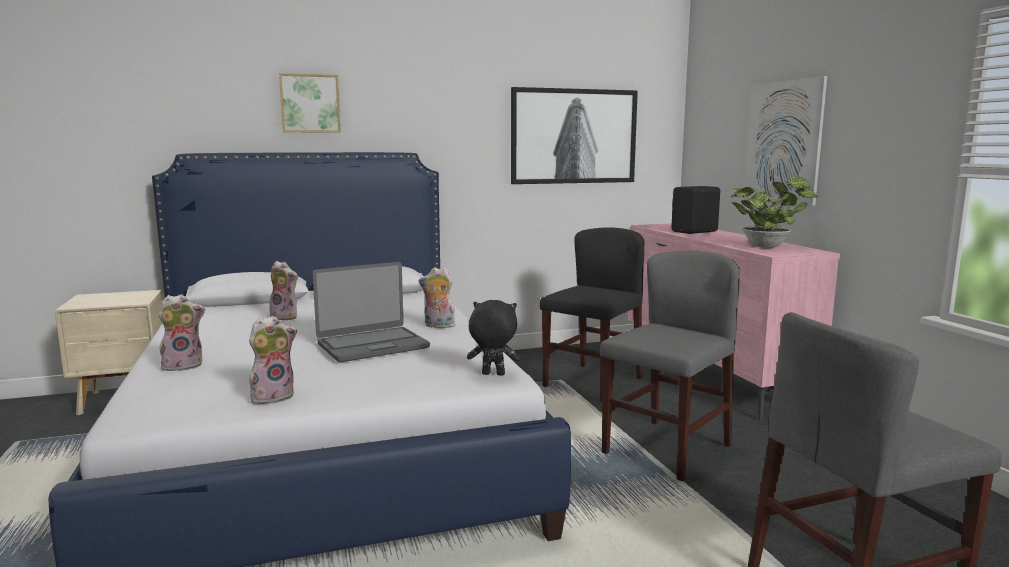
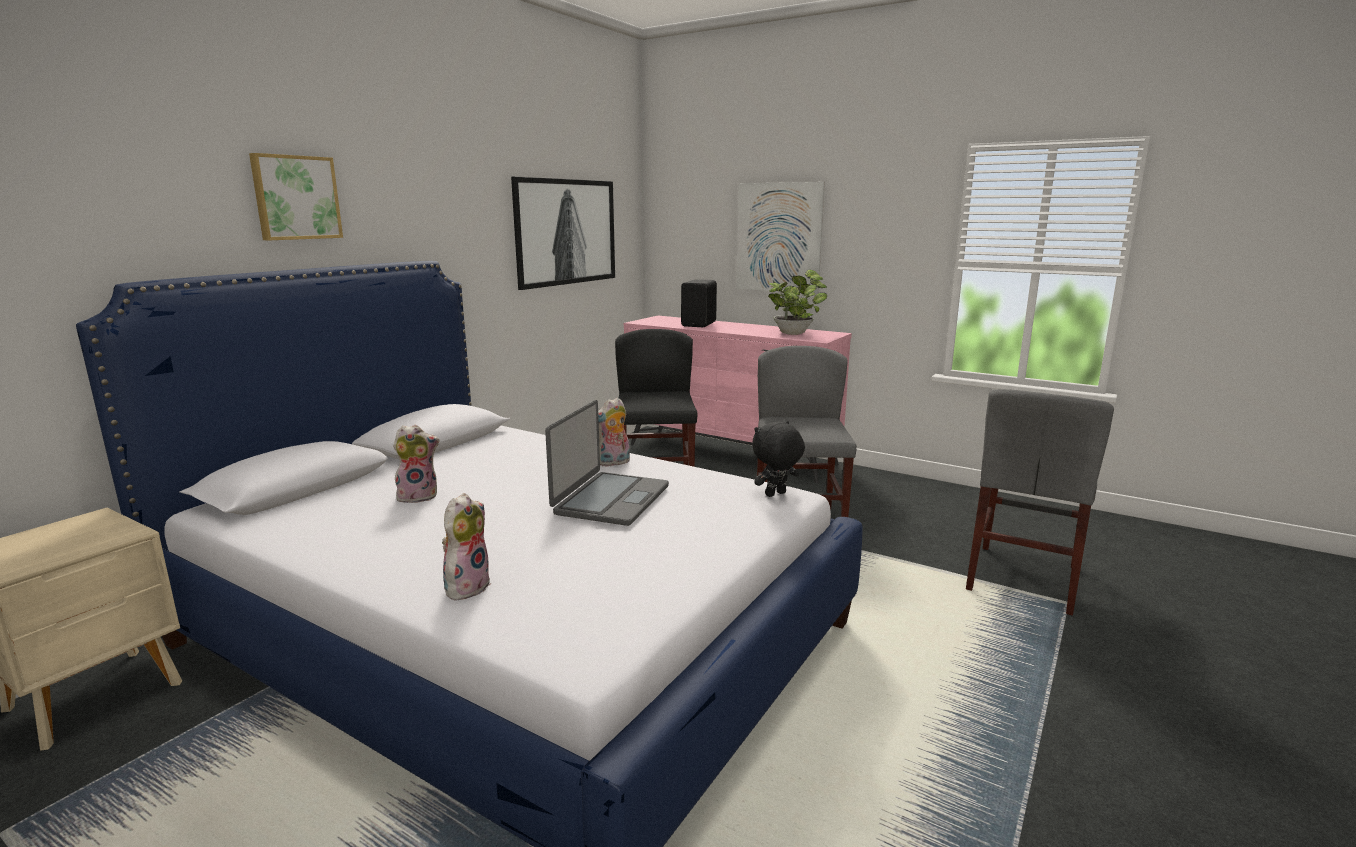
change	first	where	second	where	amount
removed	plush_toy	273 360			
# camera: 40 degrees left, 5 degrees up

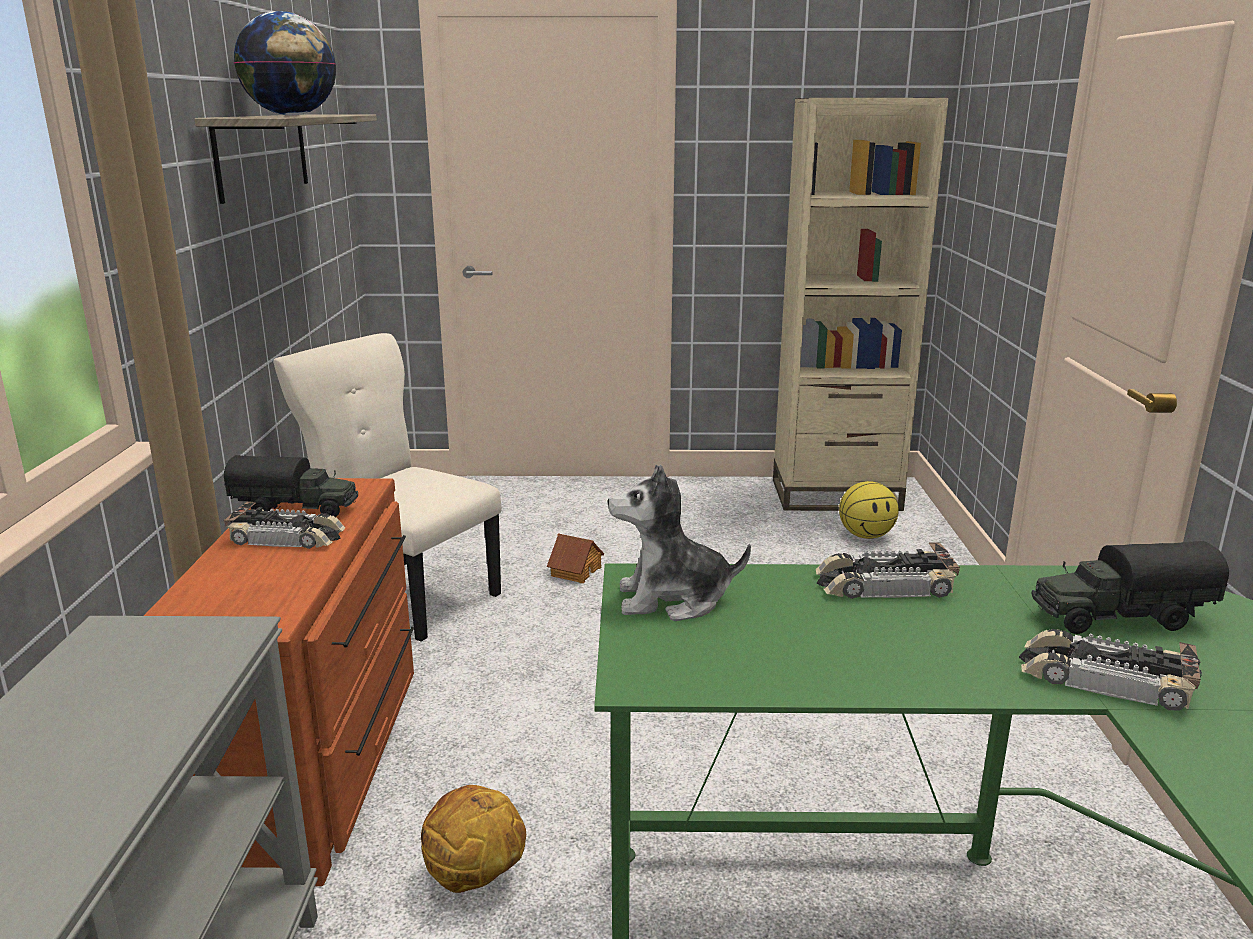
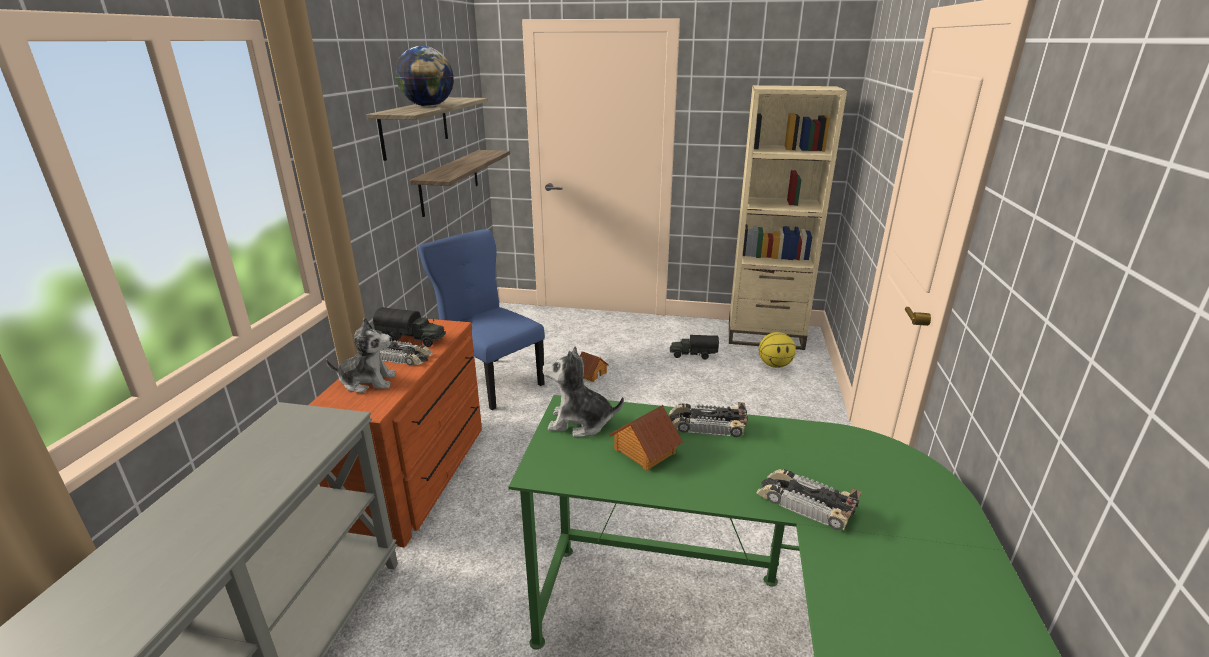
change	first	where	second	where	amount
recoloured	beige_chair	387 487	blue_chair	481 319	
moved	toy_truck	1130 587		694 347	
removed	basketball	473 839			
added			shelf	460 183	
added			plush_toy	361 355	
added			toy_house	646 438	
# camera: 10 degrees right, 5 degrees up

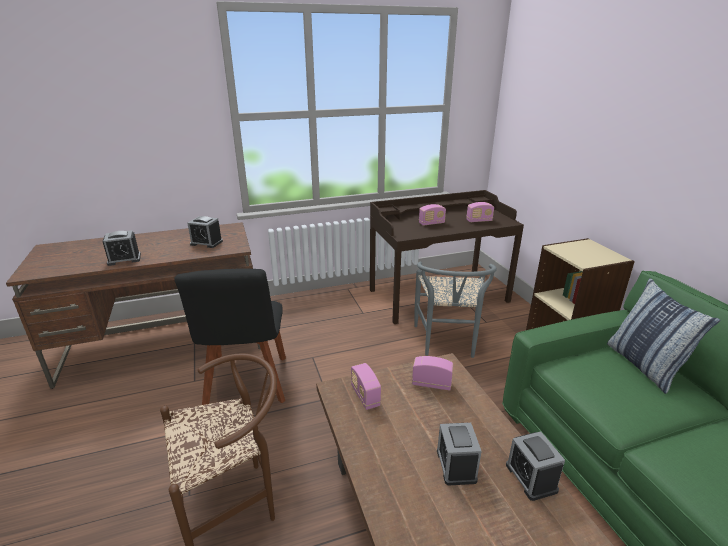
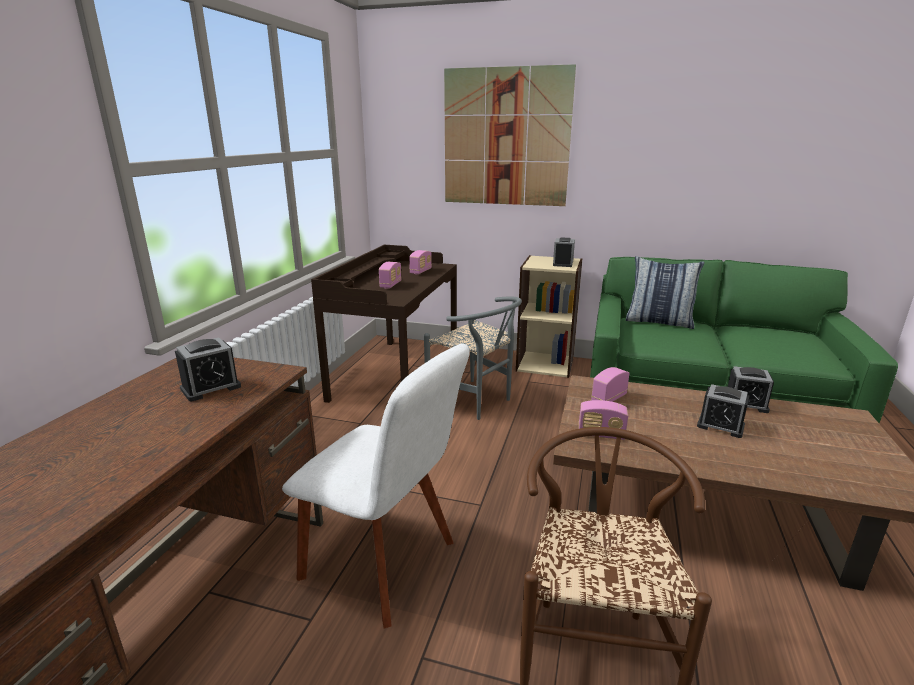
change	first	where	second	where	amount
moved	alarm_clock	121 248		564 252	
recoloured	black_chair	230 336	white_chair	376 485	
added			picture	510 135	
# camera: 55 degrees left, 5 degrees down

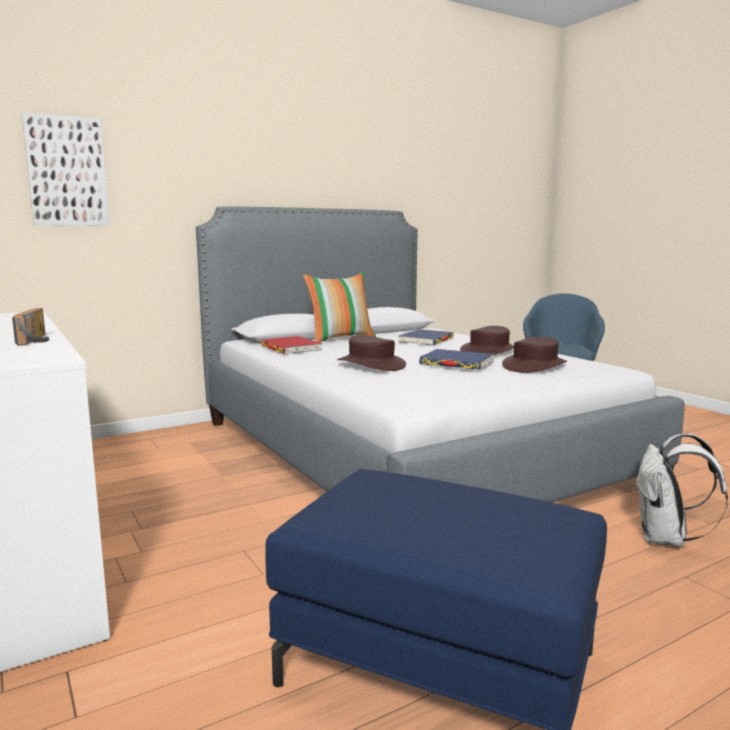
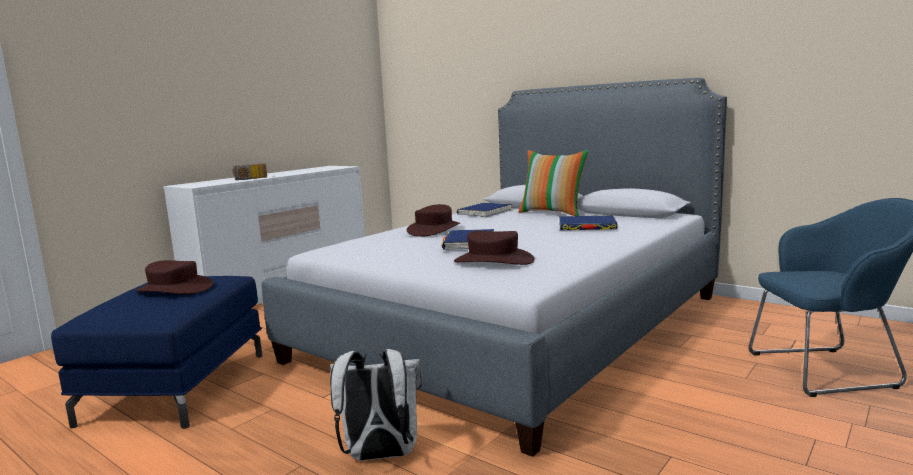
change	first	where	second	where	amount
removed	picture	66 169			
moved	brown_hat	487 340		174 277	
recoloured	red_book	291 345	blue_book	484 210	
# camera: 70 degrees right, 0 degrees up

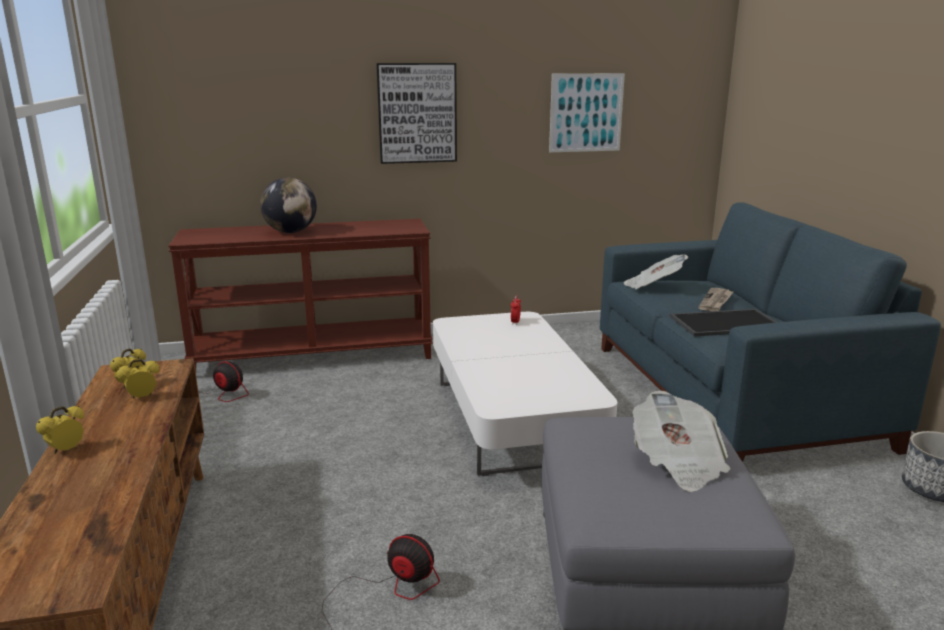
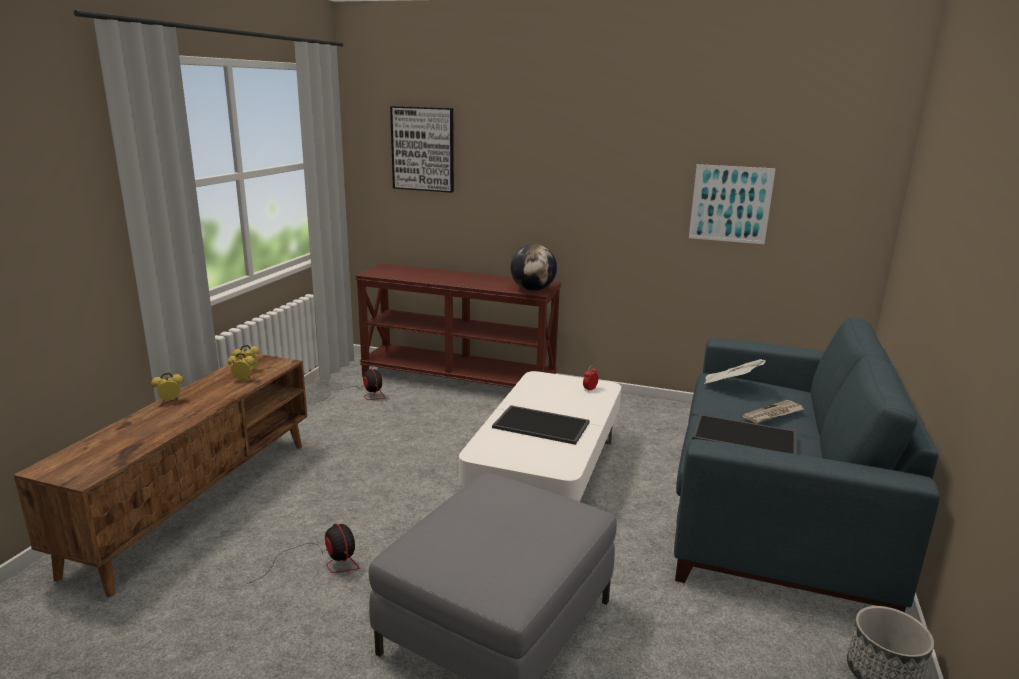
change	first	where	second	where	amount
moved	picture	416 113		422 149	
moved	globe	288 205		533 267	
removed	newspaper	681 441			
added			tray	541 425	
# camera: 30 degrees right, 0 degrees up

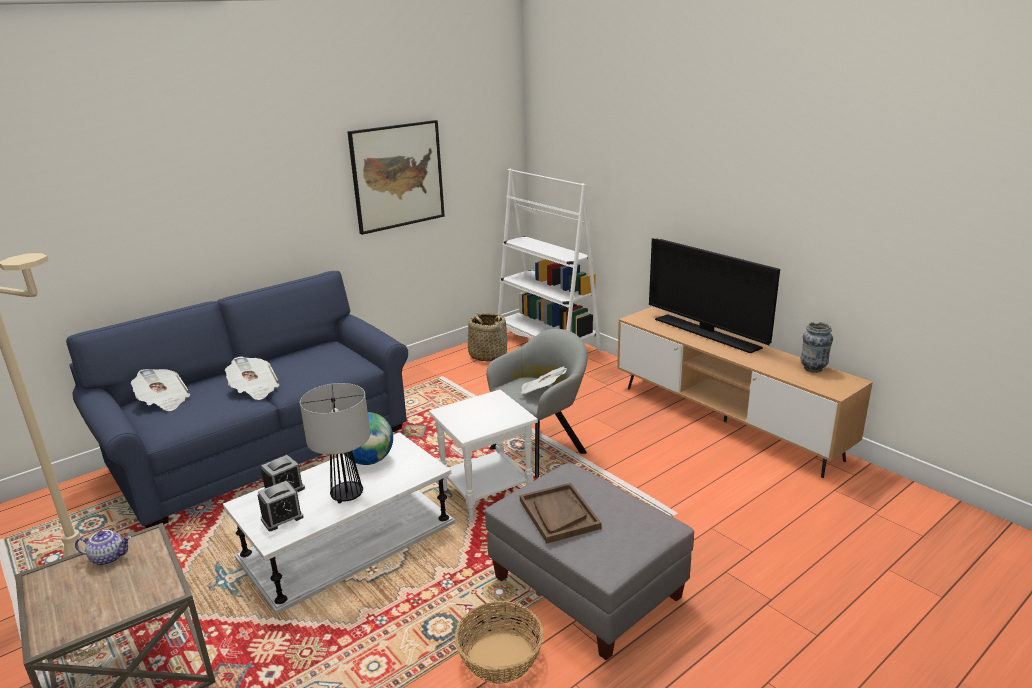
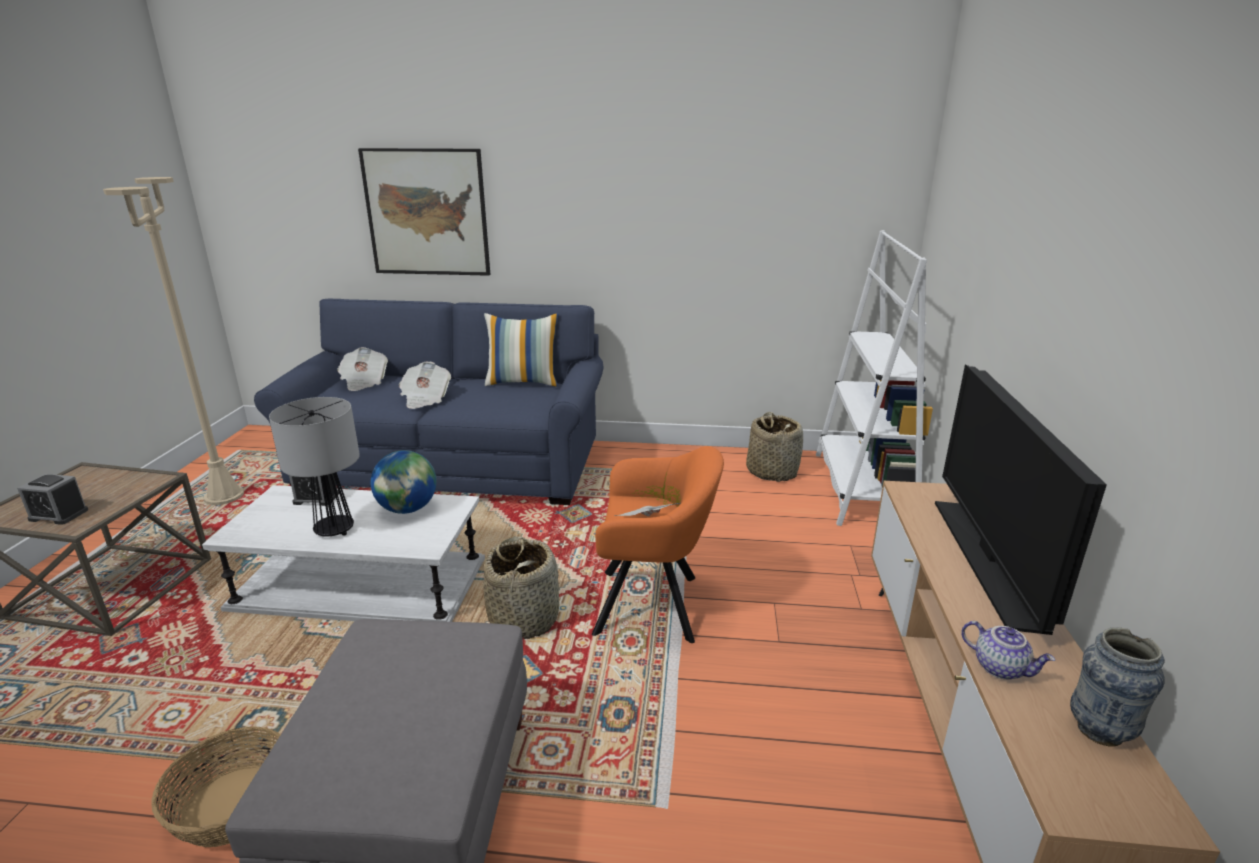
change	first	where	second	where	amount
moved	picture	396 177		424 212	
recoloured	grey_armchair	537 403	orange_armchair	658 544	
replaced	white_side_table	483 455	basket	521 587	
moved	alarm_clock	281 506		52 499	
removed	brown_tray	561 513			
moved	teapot	103 548		1008 650	
added			pillow	521 350	
# camera: 45 degrees right, 0 degrees up

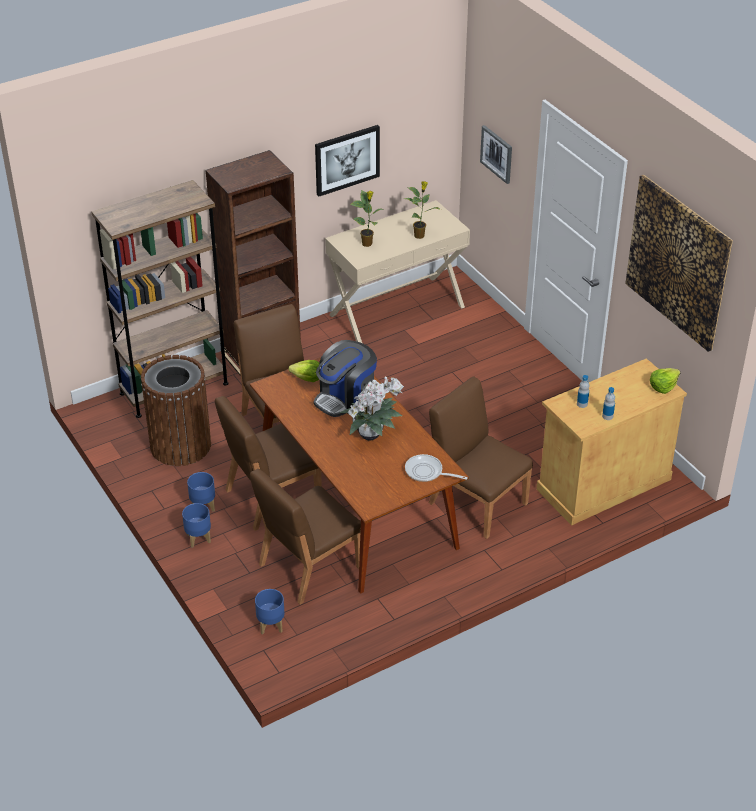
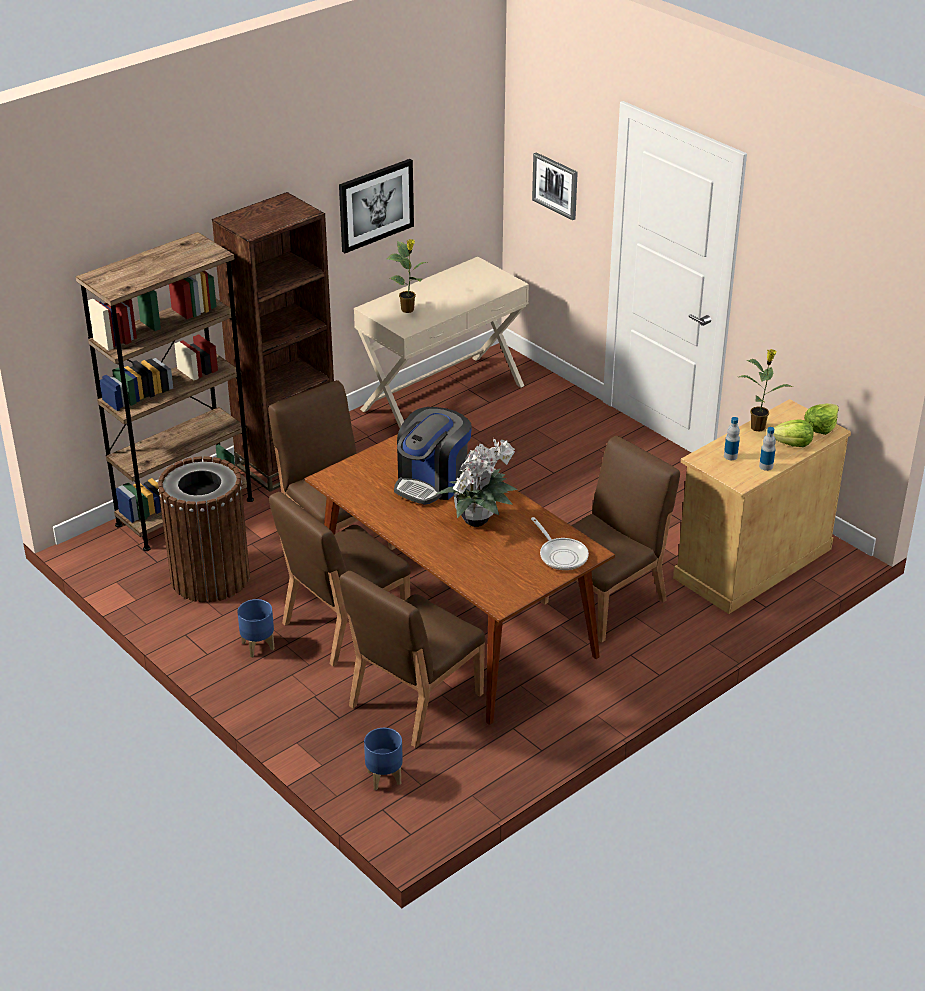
change	first	where	second	where	amount
removed	picture	679 263			
moved	potted_plant	423 210		766 390	
moved	lettuce	304 371		793 433	
turned	brown_chair	481 457		610 539	105 degrees clockwise
turned	frying_pan	436 468		560 543	135 degrees counterclockwise
removed	blue_planter	196 525			
# camera: 10 degrees left, 5 degrees down

